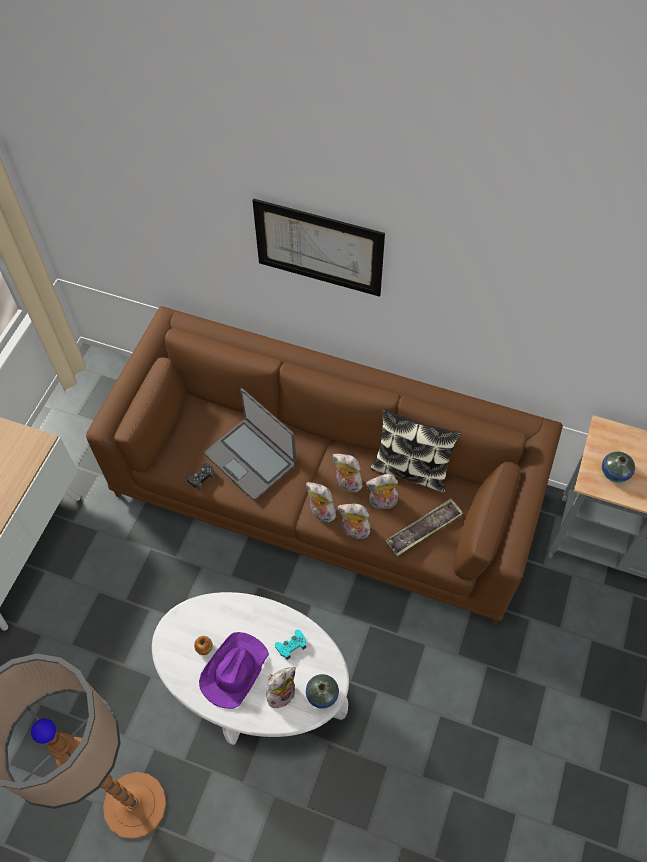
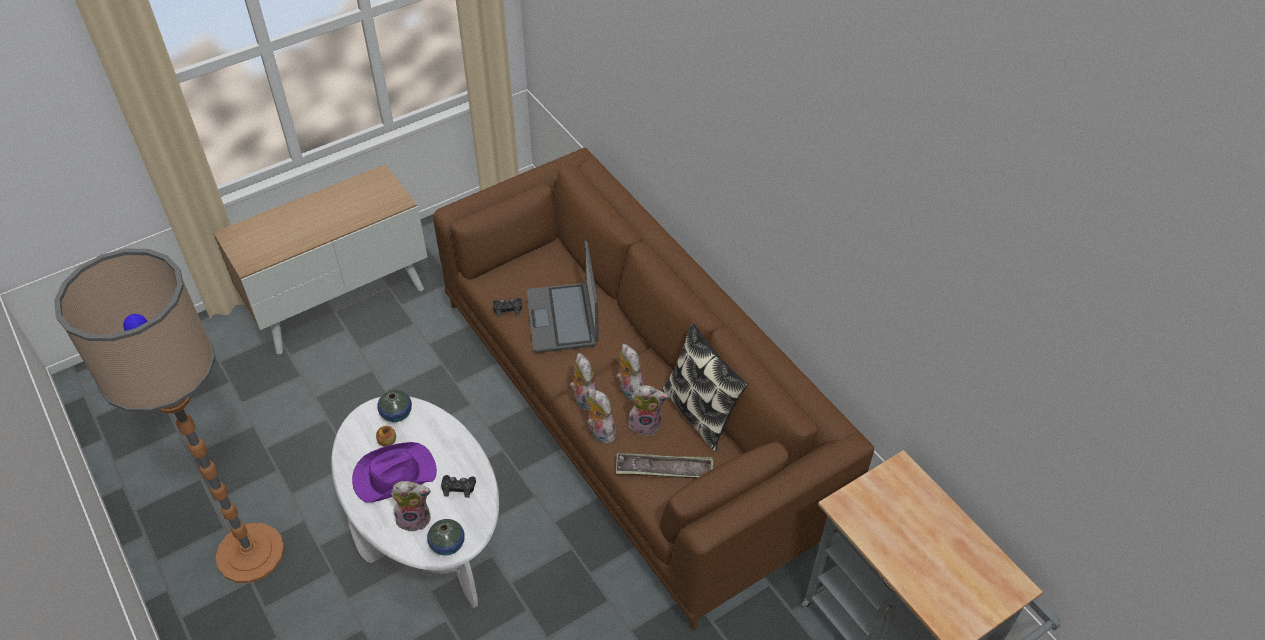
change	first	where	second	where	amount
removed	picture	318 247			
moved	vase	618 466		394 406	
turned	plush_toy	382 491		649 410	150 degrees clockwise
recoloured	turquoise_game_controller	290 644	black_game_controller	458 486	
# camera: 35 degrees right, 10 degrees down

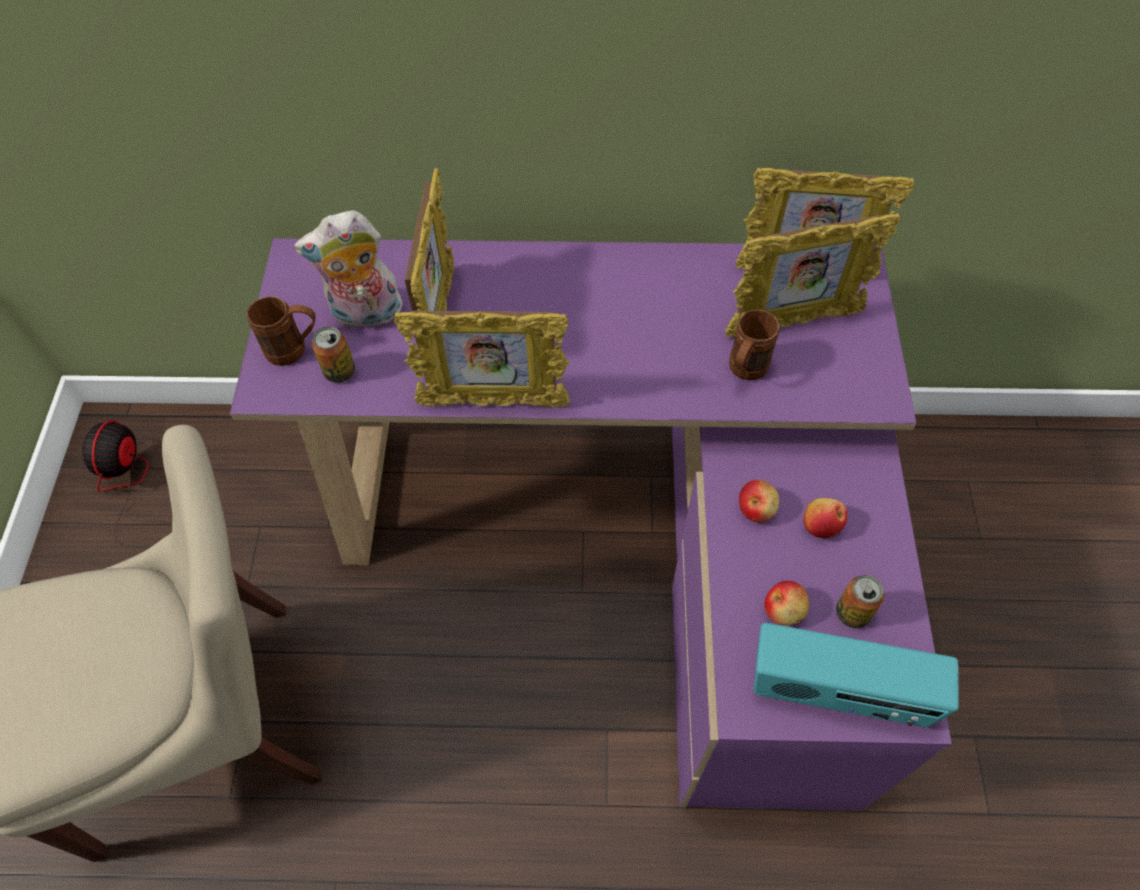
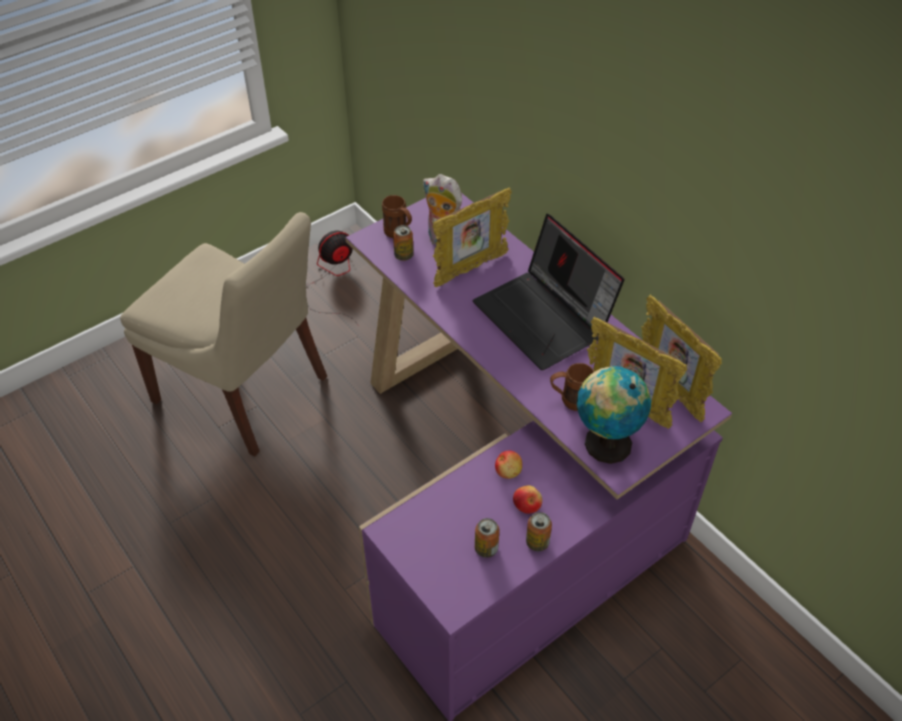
change	first	where	second	where	amount
removed	picture_frame	482 359			
removed	apple	786 603			
removed	radio	856 675			
added			laptop	548 292	
added			globe	614 415	
added			can	539 531	
# camera: 50 degrees right, 10 degrees down

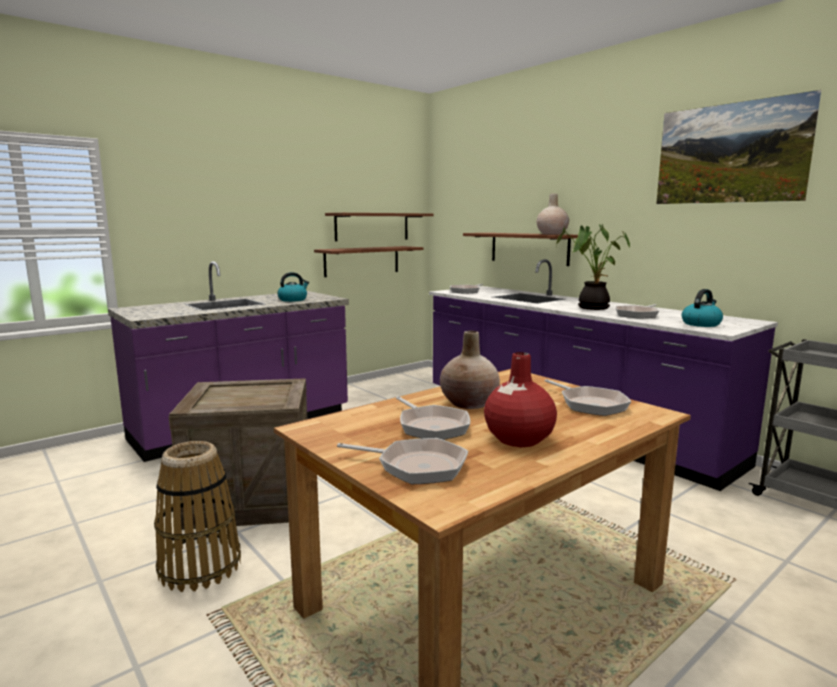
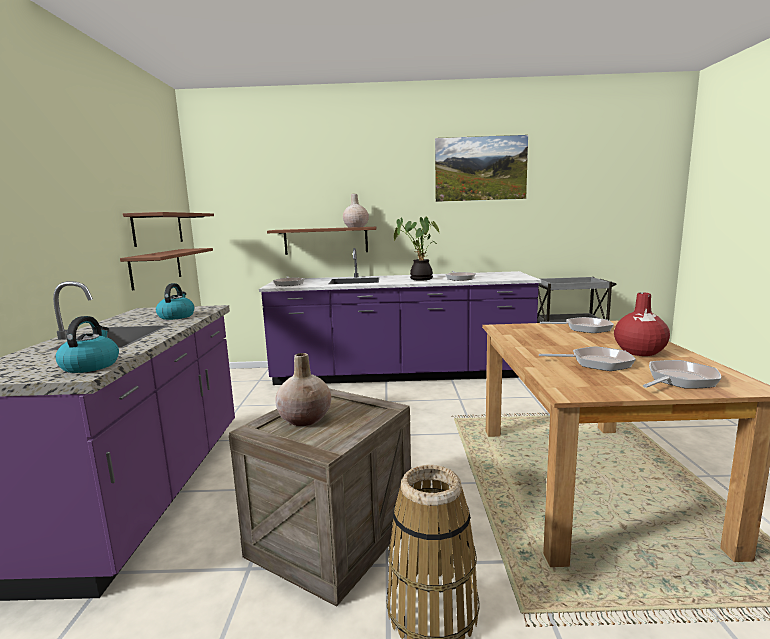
change	first	where	second	where	amount
moved	kettle	702 308		87 344	
moved	beige_vase	470 370		303 389	
# camera: 50 degrees left, 0 degrees up

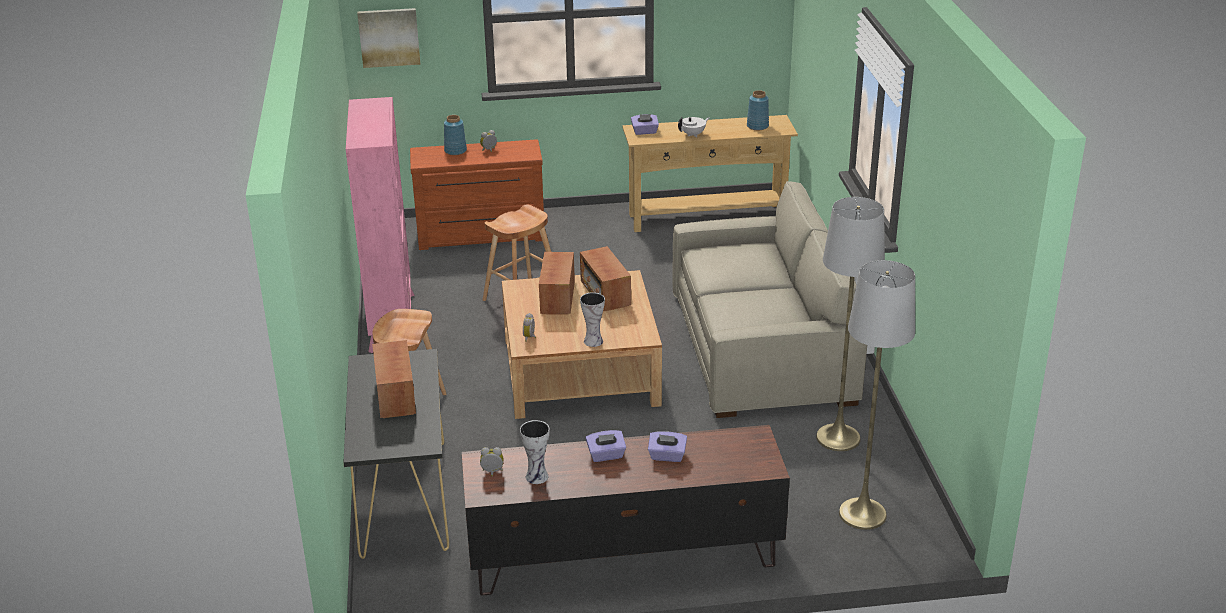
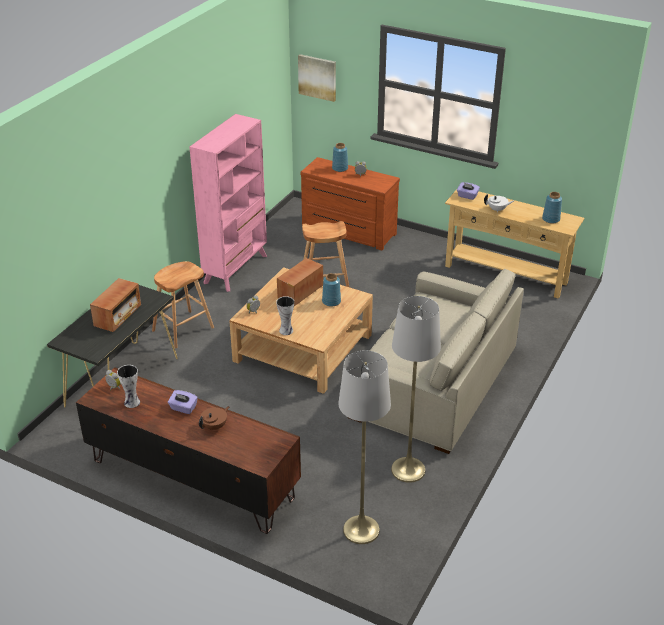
change	first	where	second	where	amount
replaced	radio	605 278	blue_vase	331 290	
replaced	purple_tissue_box	667 446	brown_teapot	214 418	
# camera: 35 degrees right, 5 degrees up

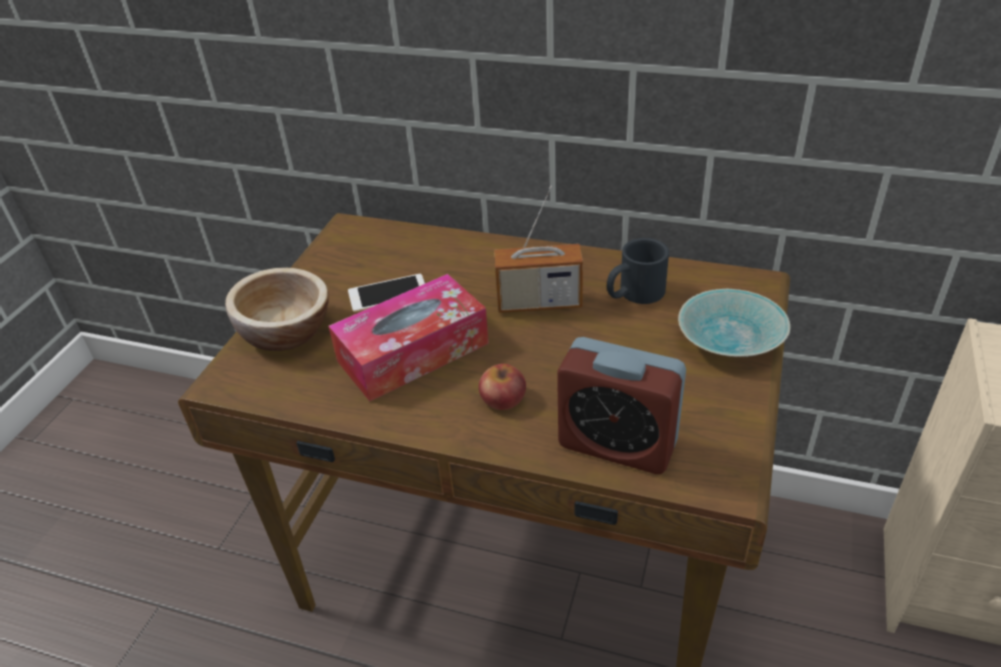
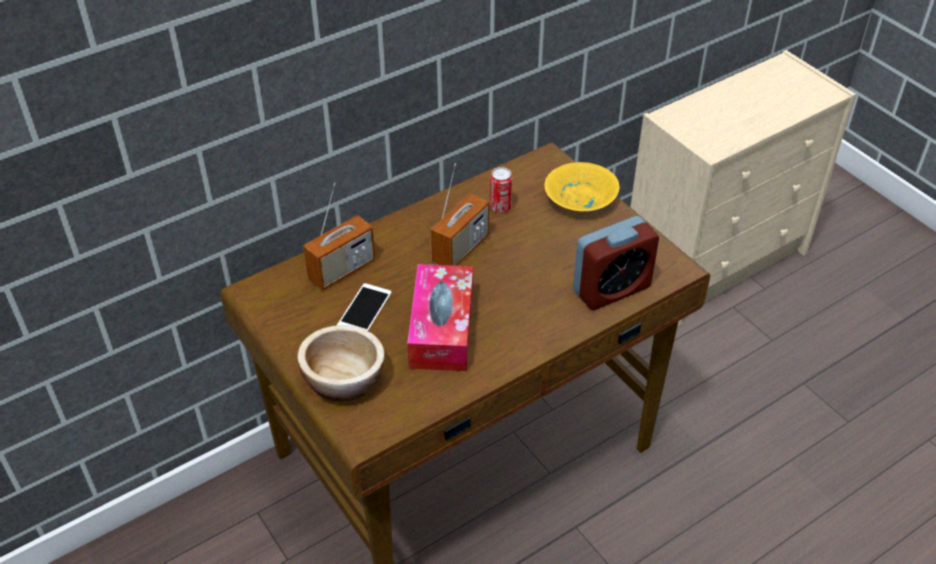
change	first	where	second	where	amount
replaced	black_mug	638 271	can	501 190	
recoloured	turquoise_bowl	734 323	yellow_bowl	582 186	
removed	apple	502 387			
added			radio	339 236	
# camera: 55 degrees left, 5 degrees up

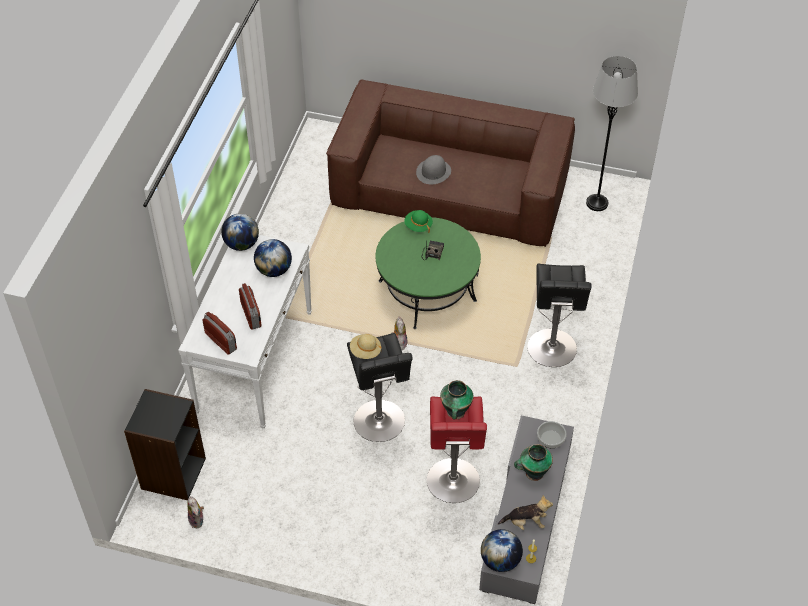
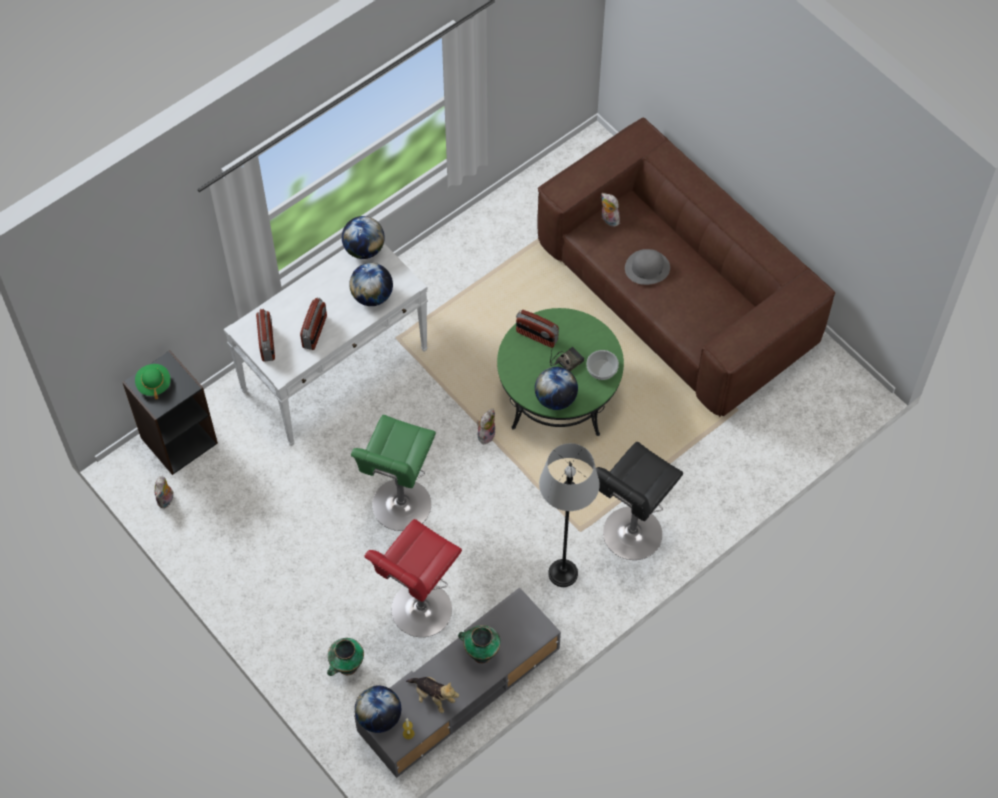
change	first	where	second	where	amount
moved	grey_floor_lamp	612 133		569 515	
moved	green_hat	418 221		153 381	
recoloured	black_stool	380 387	green_stool	393 473	
removed	beige_hat	366 346			
moved	vase	457 400		345 657	
moved	bowl	552 434		603 365	
added			plush_toy	610 210	
added			radio	537 329	
added			globe	556 388	
# camera: 35 degrees right, 10 degrees up

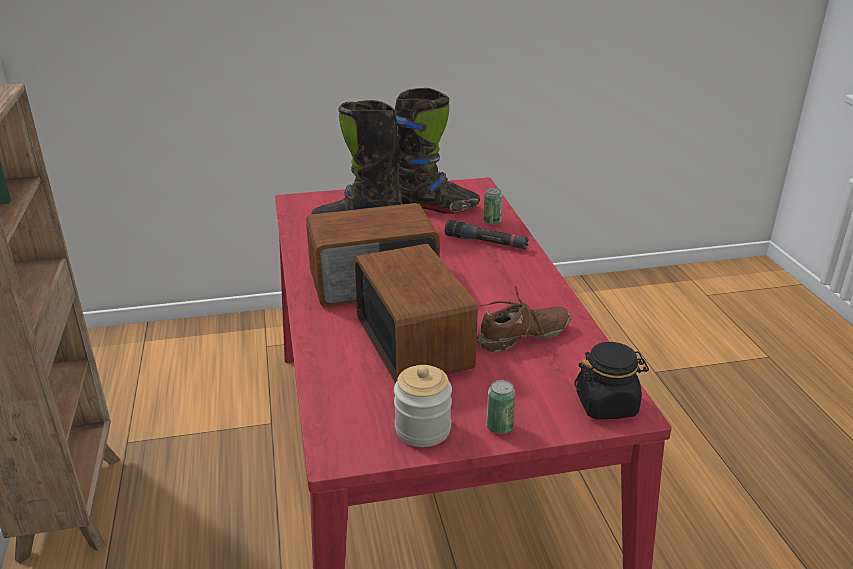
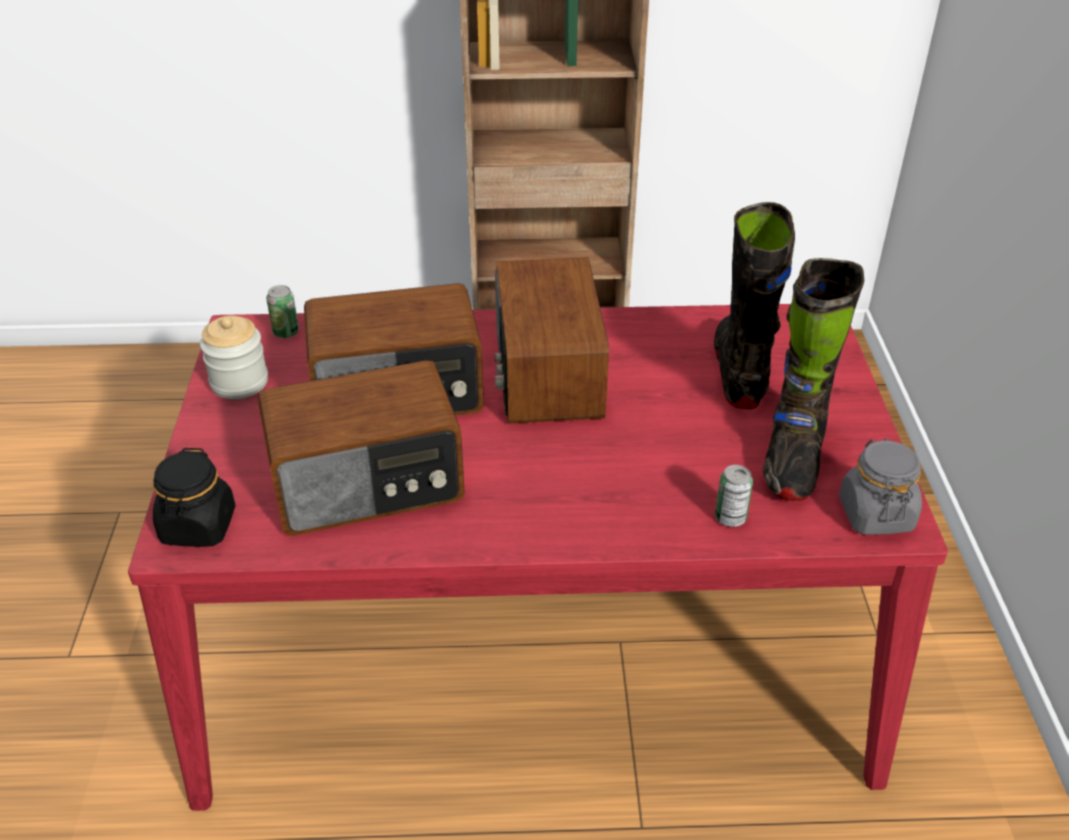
change	first	where	second	where	amount
removed	black_flashlight	487 234			
replaced	brown_shoe	524 319	radio	361 448	
moved	can	501 407		282 311	
added			grey_jar	880 486	
# camera: 100 degrees right, 10 degrees up

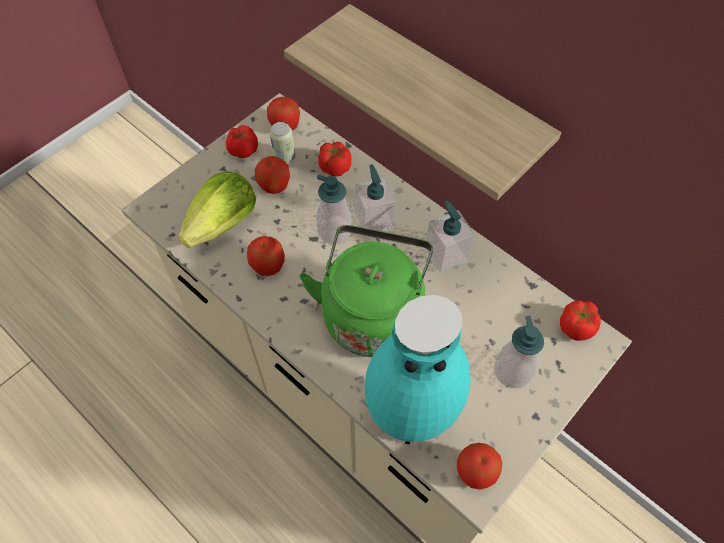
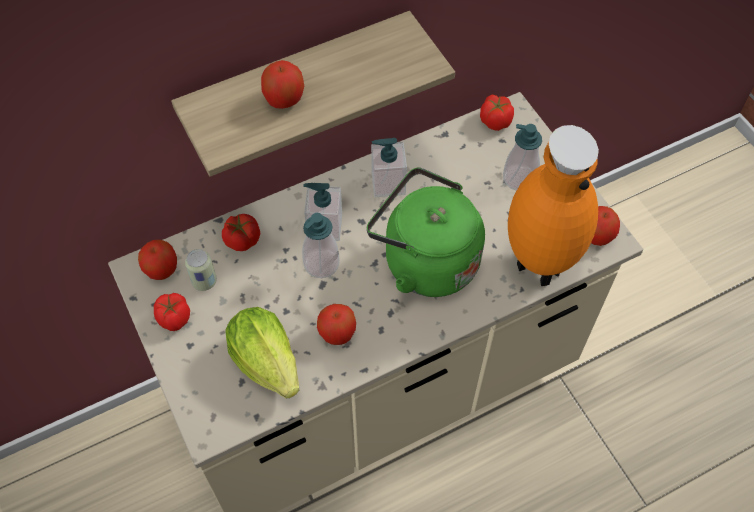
change	first	where	second	where	amount
moved	apple	272 175		282 84	
recoloured	turquoise_vase	418 369	orange_vase	553 205	
# camera: 70 degrees left, 0 degrees up

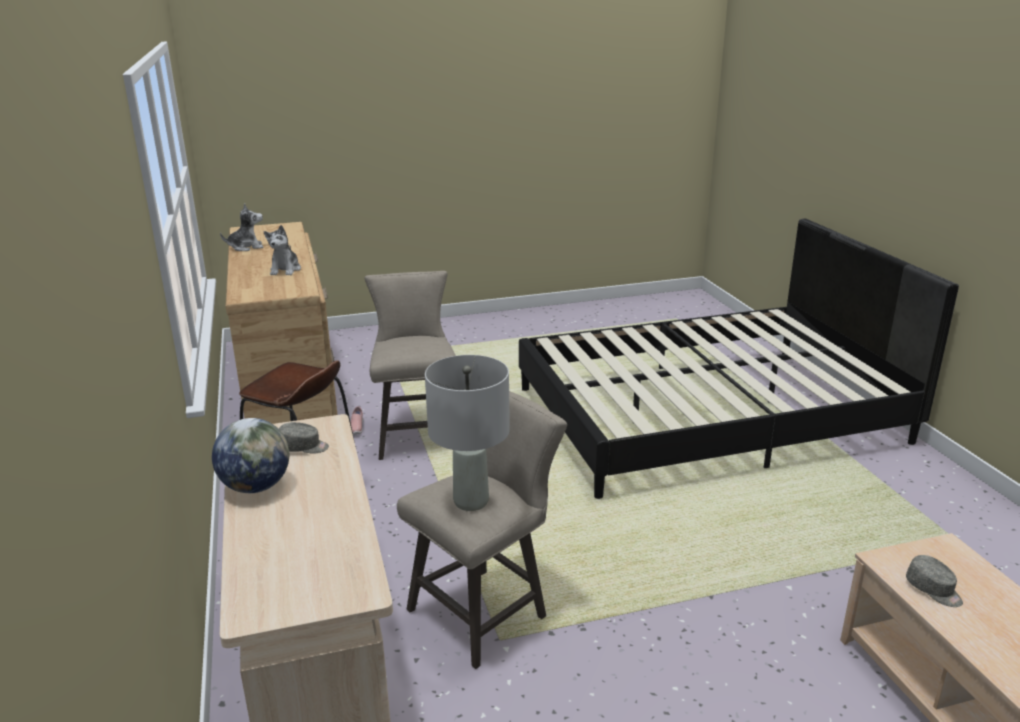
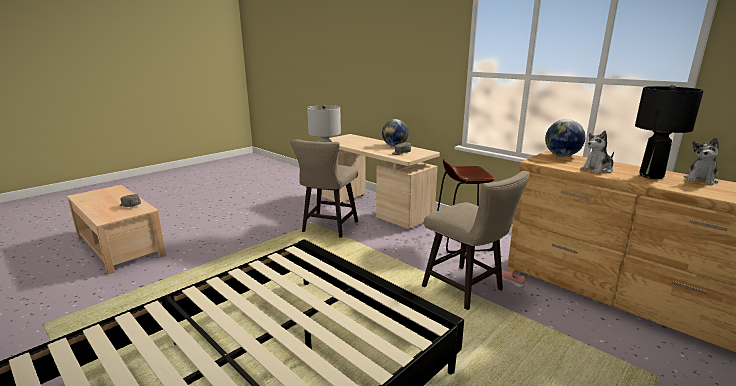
change	first	where	second	where	amount
turned	plush_toy	282 250		597 152	90 degrees counterclockwise
added			black_table_lamp	669 132	
added			globe	565 137	
# camera: 150 degrees right, 5 degrees down

